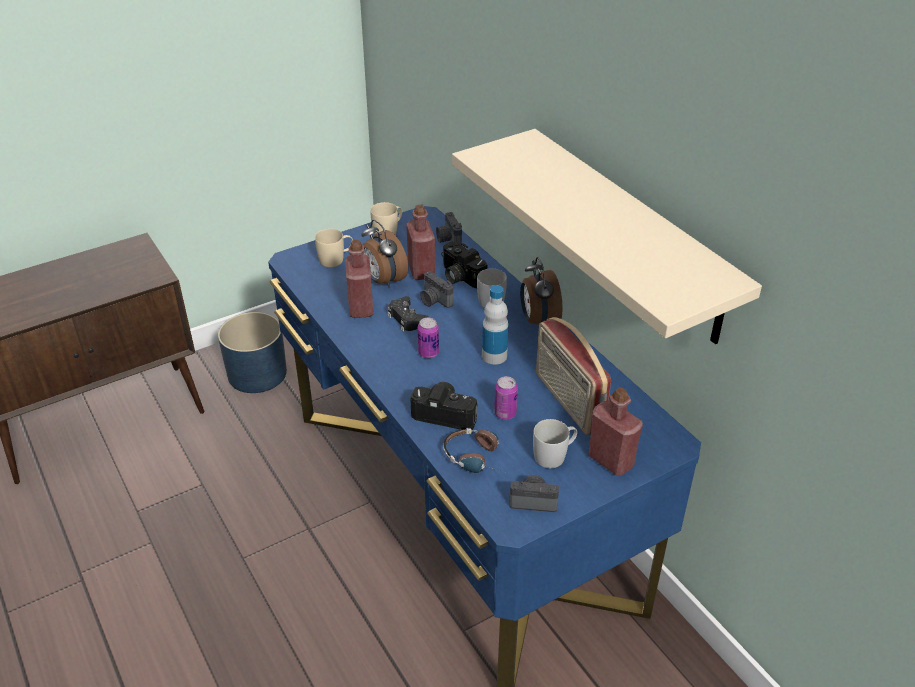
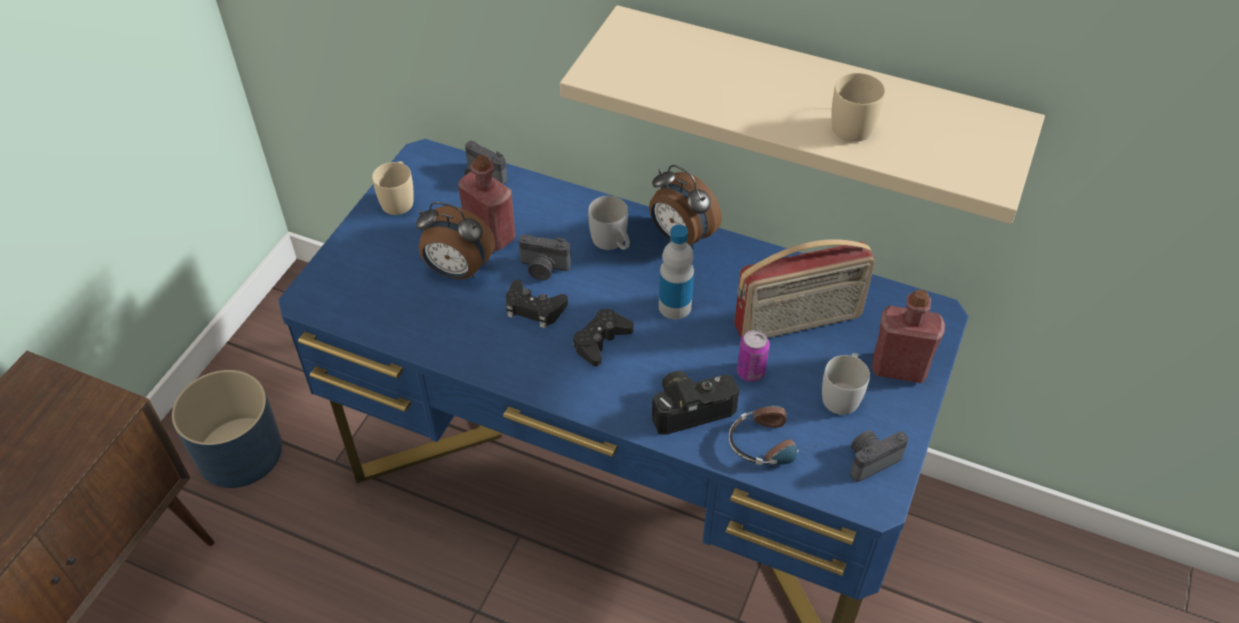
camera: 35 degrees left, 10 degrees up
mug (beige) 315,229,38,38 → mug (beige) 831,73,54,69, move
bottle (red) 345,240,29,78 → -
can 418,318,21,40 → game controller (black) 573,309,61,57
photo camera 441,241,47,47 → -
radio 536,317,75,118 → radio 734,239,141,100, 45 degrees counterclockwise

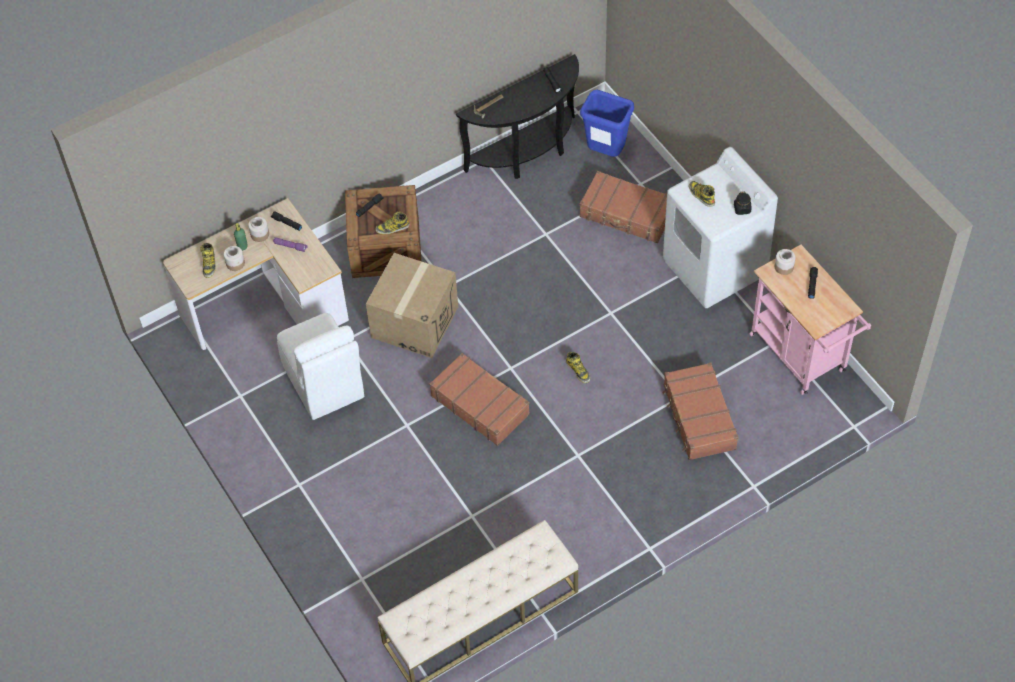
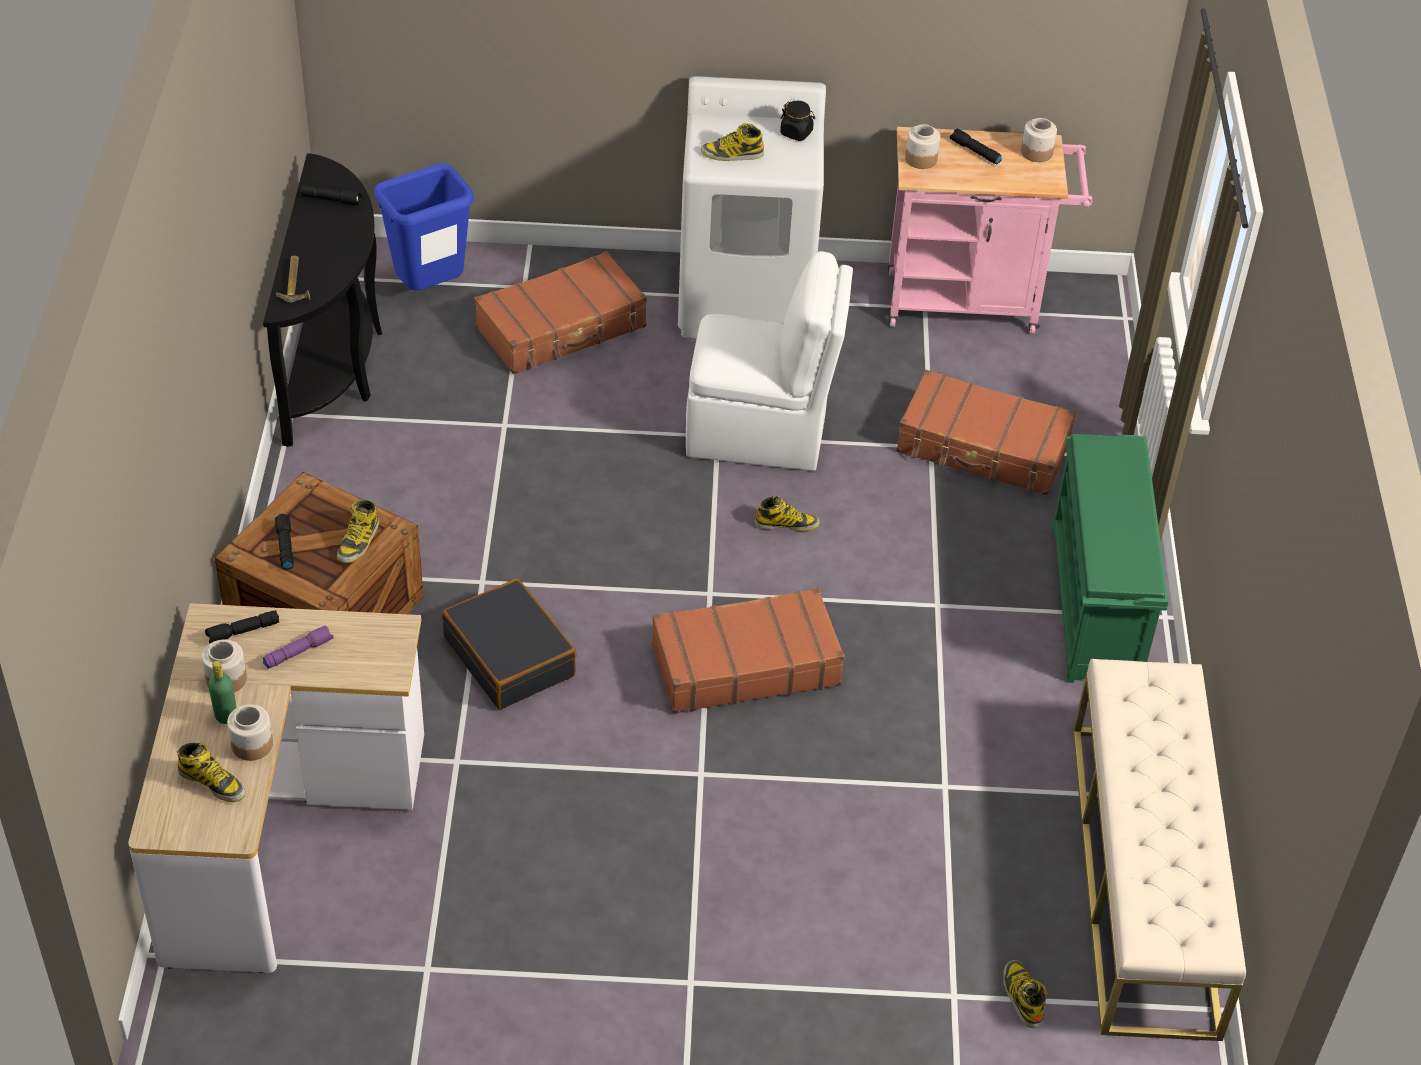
camera: 60 degrees left, 10 degrees down
chair (white) 277,313,87,107 → chair (white) 686,251,167,220, move
cardboard box 366,253,92,105 → suitcase (black) 442,578,135,132
- → boot 1003,960,45,68
- → jar 1021,118,36,44
- → shoe rack (green) 1052,434,116,249

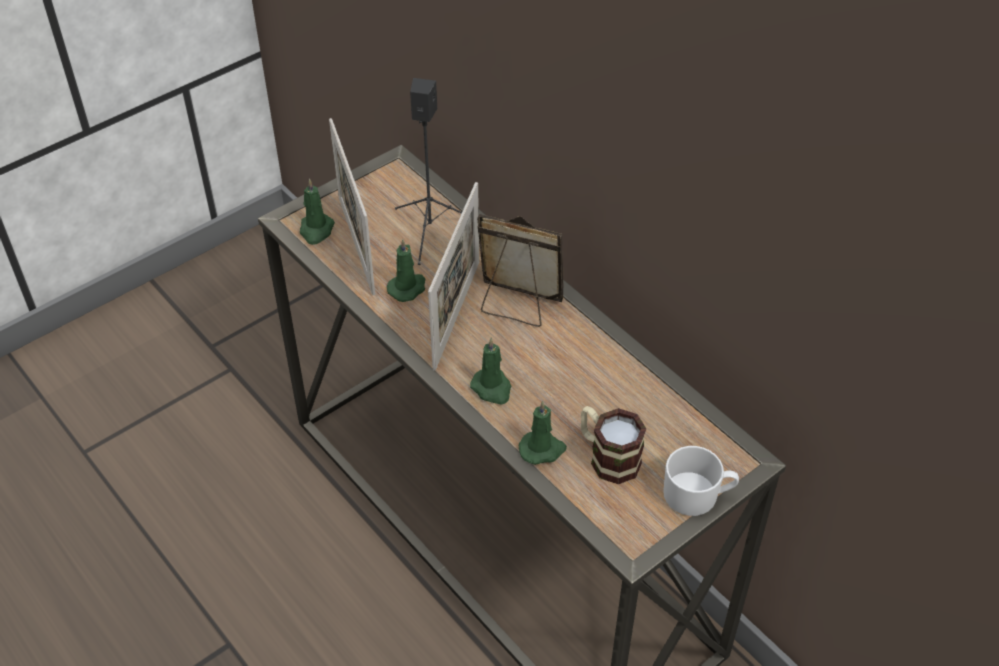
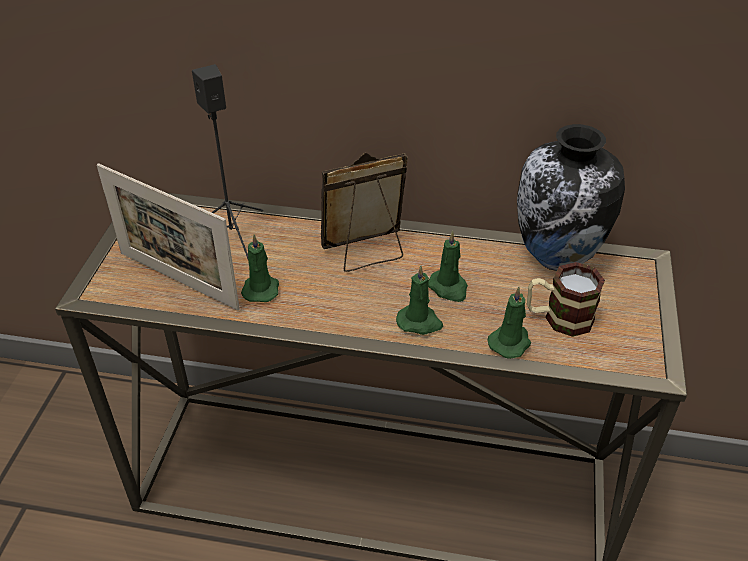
camera: 40 degrees left, 5 degrees down
candle (green) 300,178,35,67 → candle (green) 428,231,40,71, move
picture frame 428,182,51,189 → -
mug (white) 663,446,76,70 → -
- → vase 517,124,108,147

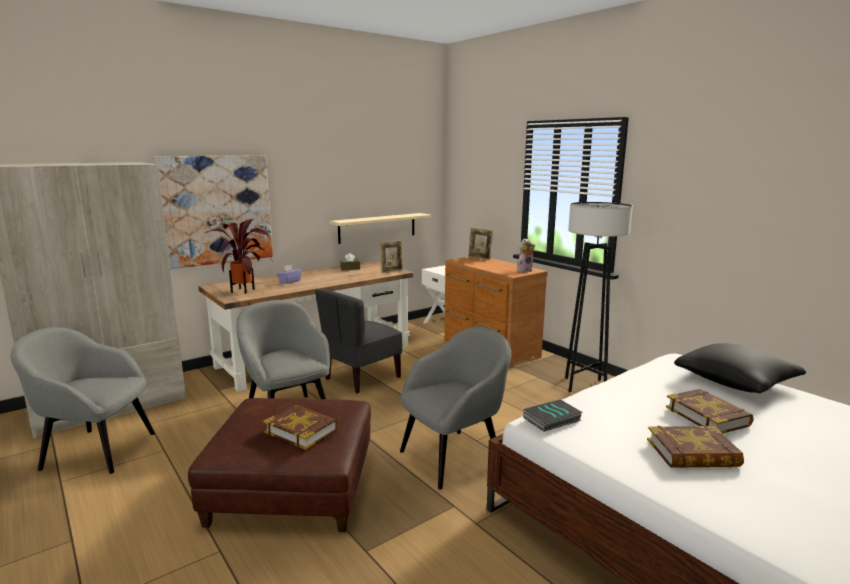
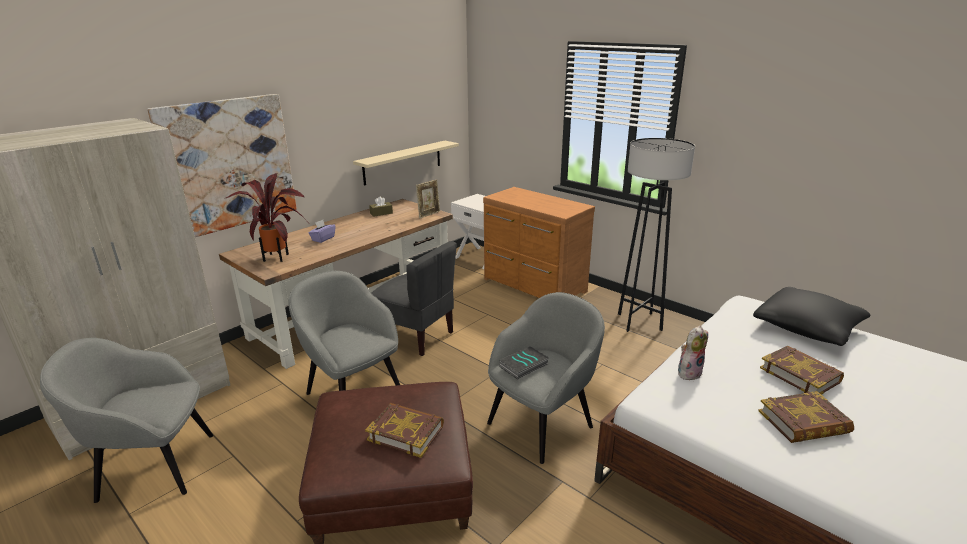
camera: 10 degrees left, 10 degrees up
chair (grey) 315,289,87,104 → chair (grey) 372,241,84,115, 90 degrees counterclockwise
picture frame 468,228,25,32 → -
plush toy 517,238,18,34 → plush toy 678,326,30,54, move
book 523,399,60,33 → book 499,346,50,34, move

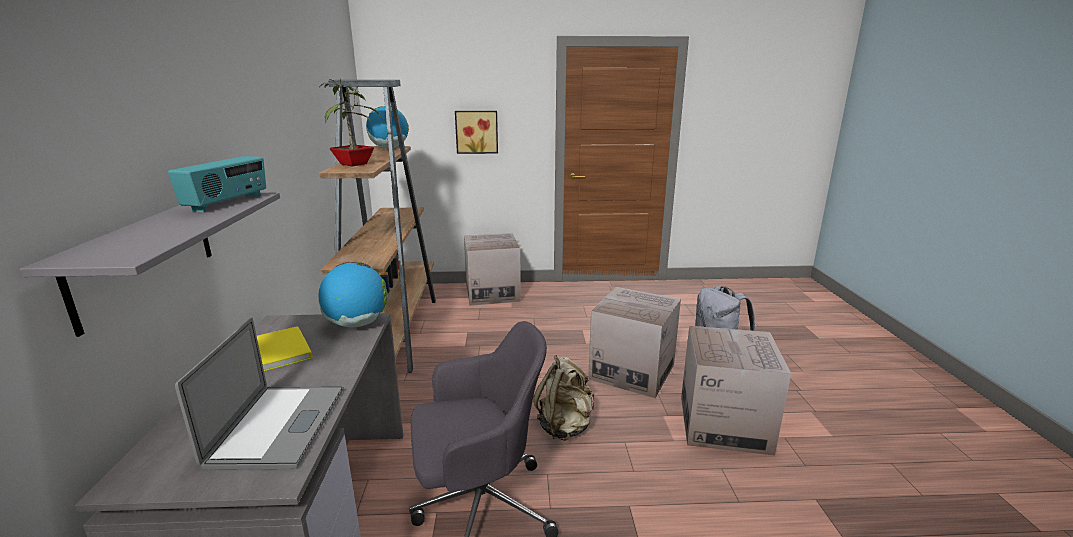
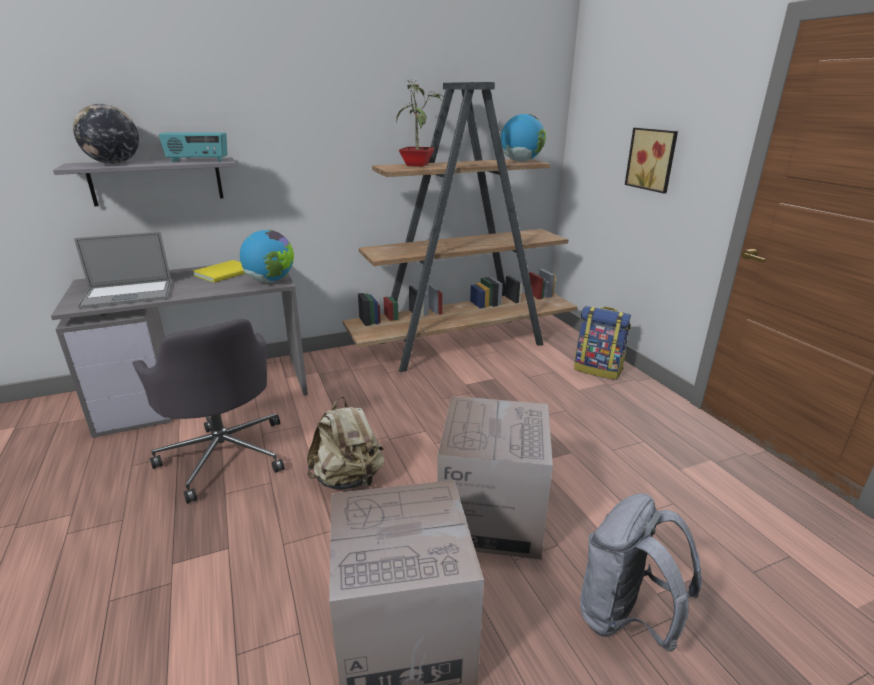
camera: 70 degrees right, 5 degrees up
cardboard box 464,233,57,73 → backpack 574,306,57,74
- → globe 73,104,66,60

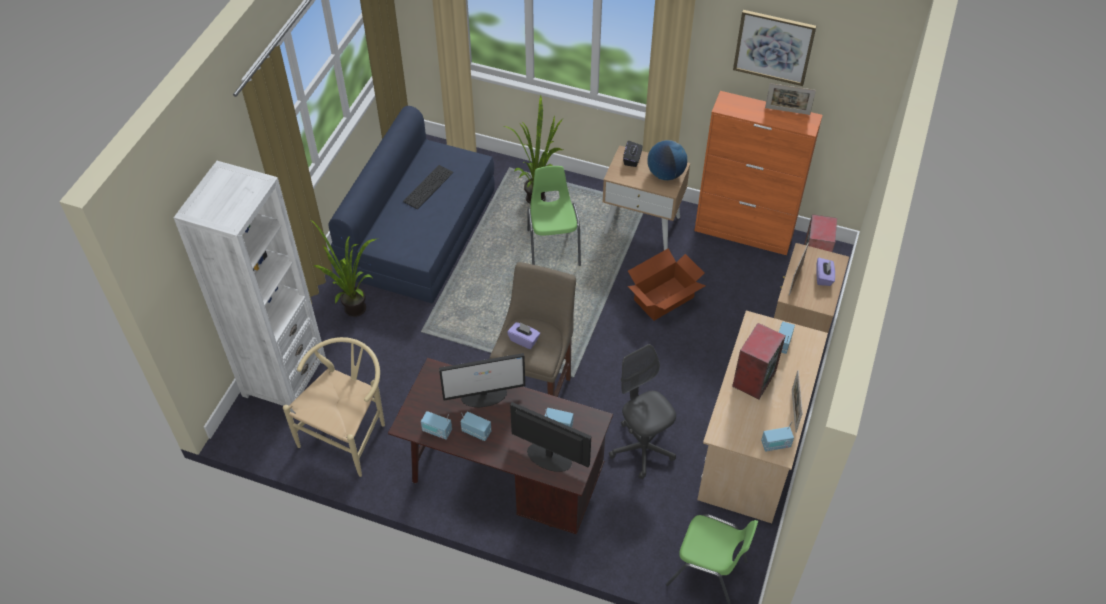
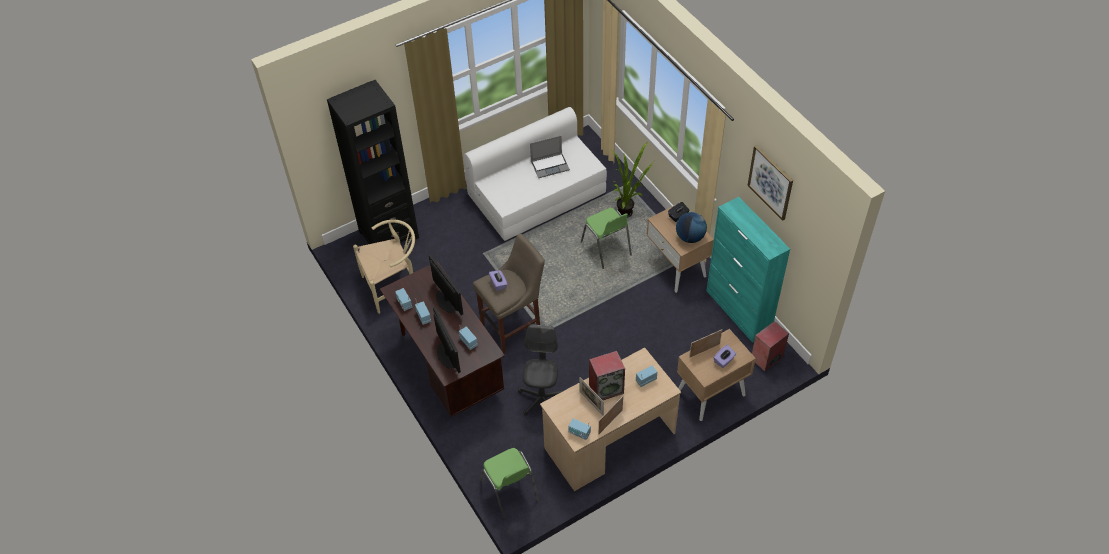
camera: 40 degrees right, 0 degrees up
bookcase (white) 174,161,152,252 → bookcase (black) 327,80,92,164
potted plant 309,219,67,98 → -
sofa (blue) 329,106,166,197 → sofa (white) 464,107,143,134
keyboard 403,165,50,44 → laptop 530,136,40,42
monitor 439,353,86,54 → monitor 429,255,34,60, 150 degrees counterclockwise
chair (green) 527,166,54,100 → chair (green) 581,208,51,61, 120 degrees clockwise
cardboard box 628,249,78,72 → -
cabinet (orange) 694,91,129,164 → cabinet (turquoise) 707,197,83,146
picture frame 765,83,51,32 → picture frame 579,377,25,38, move

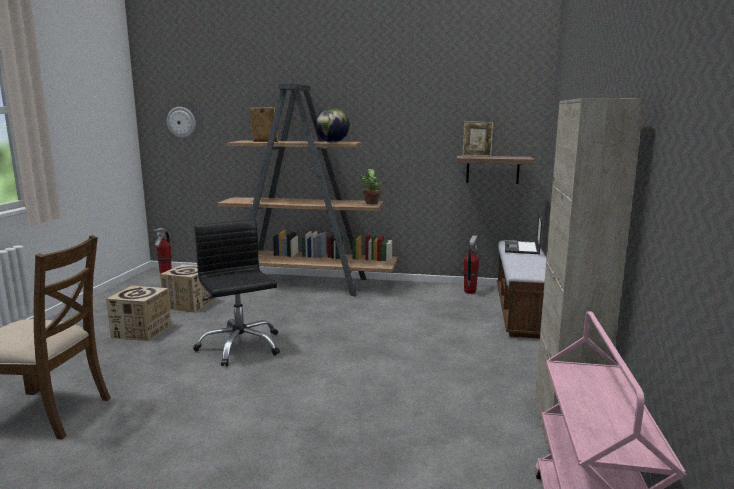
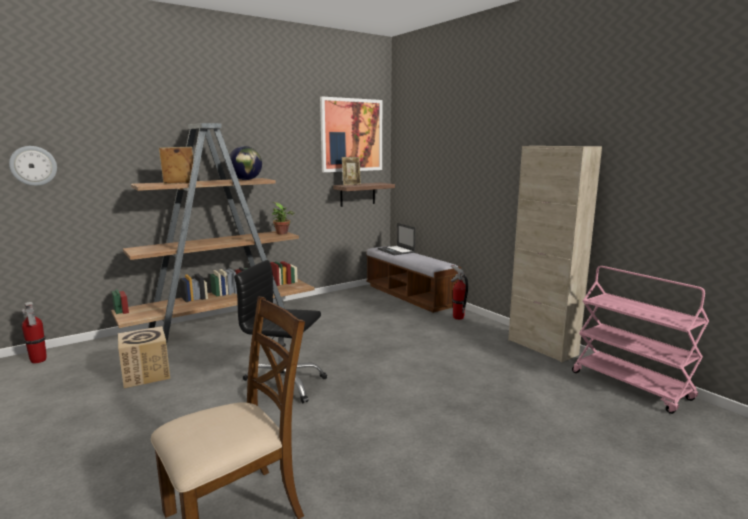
camera: 45 degrees left, 0 degrees up
cardboard box 106,286,65,55 → -
fire extinguisher 463,235,16,59 → fire extinguisher 451,265,17,55, move
- → picture 320,97,62,75

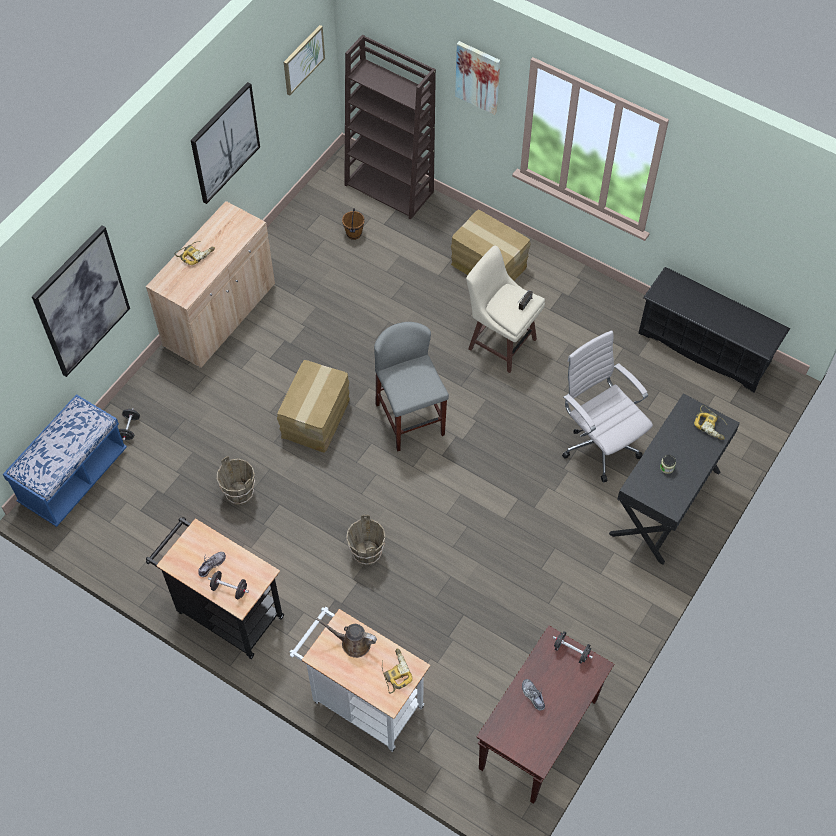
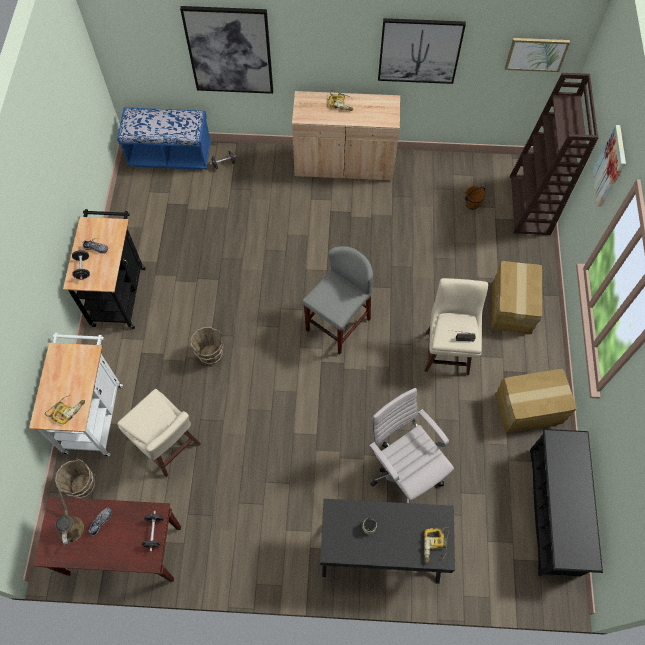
camera: 60 degrees right, 5 degrees up
bucket (brown) 217,456,38,49 → bucket (brown) 55,458,40,40, move
cardboard box 277,360,73,93 → cardboard box 495,369,81,64, move
watering can (brown) 315,618,62,40 → watering can (brown) 55,486,29,59, move
office chair (white) 562,330,91,152 → office chair (white) 369,388,85,115, 60 degrees counterclockwise
- → stool (beige) 117,389,84,88

